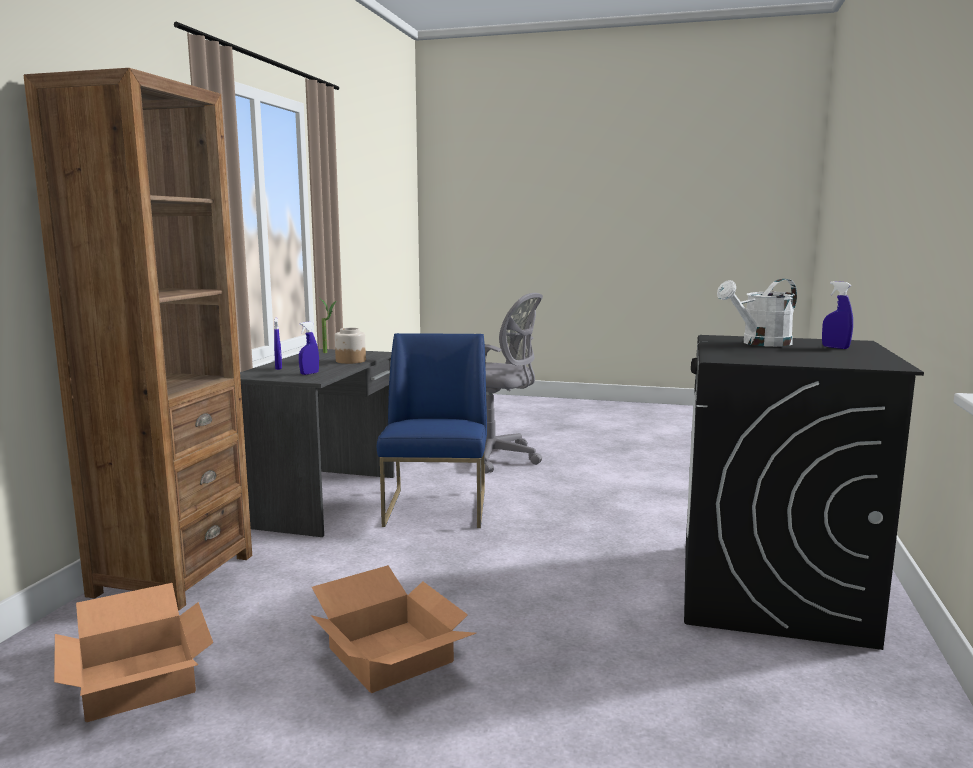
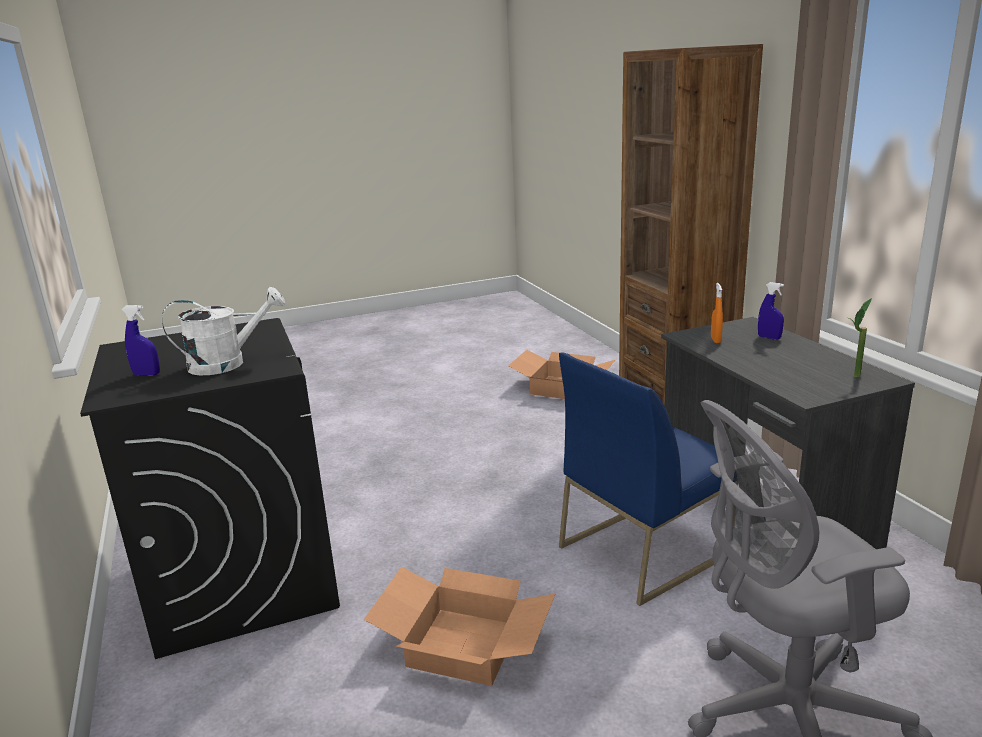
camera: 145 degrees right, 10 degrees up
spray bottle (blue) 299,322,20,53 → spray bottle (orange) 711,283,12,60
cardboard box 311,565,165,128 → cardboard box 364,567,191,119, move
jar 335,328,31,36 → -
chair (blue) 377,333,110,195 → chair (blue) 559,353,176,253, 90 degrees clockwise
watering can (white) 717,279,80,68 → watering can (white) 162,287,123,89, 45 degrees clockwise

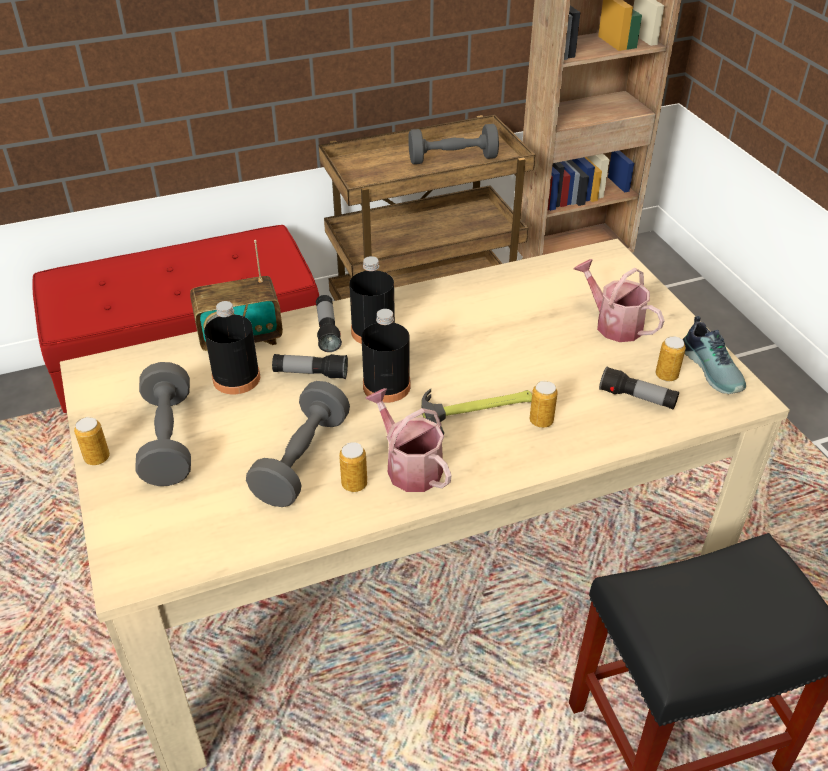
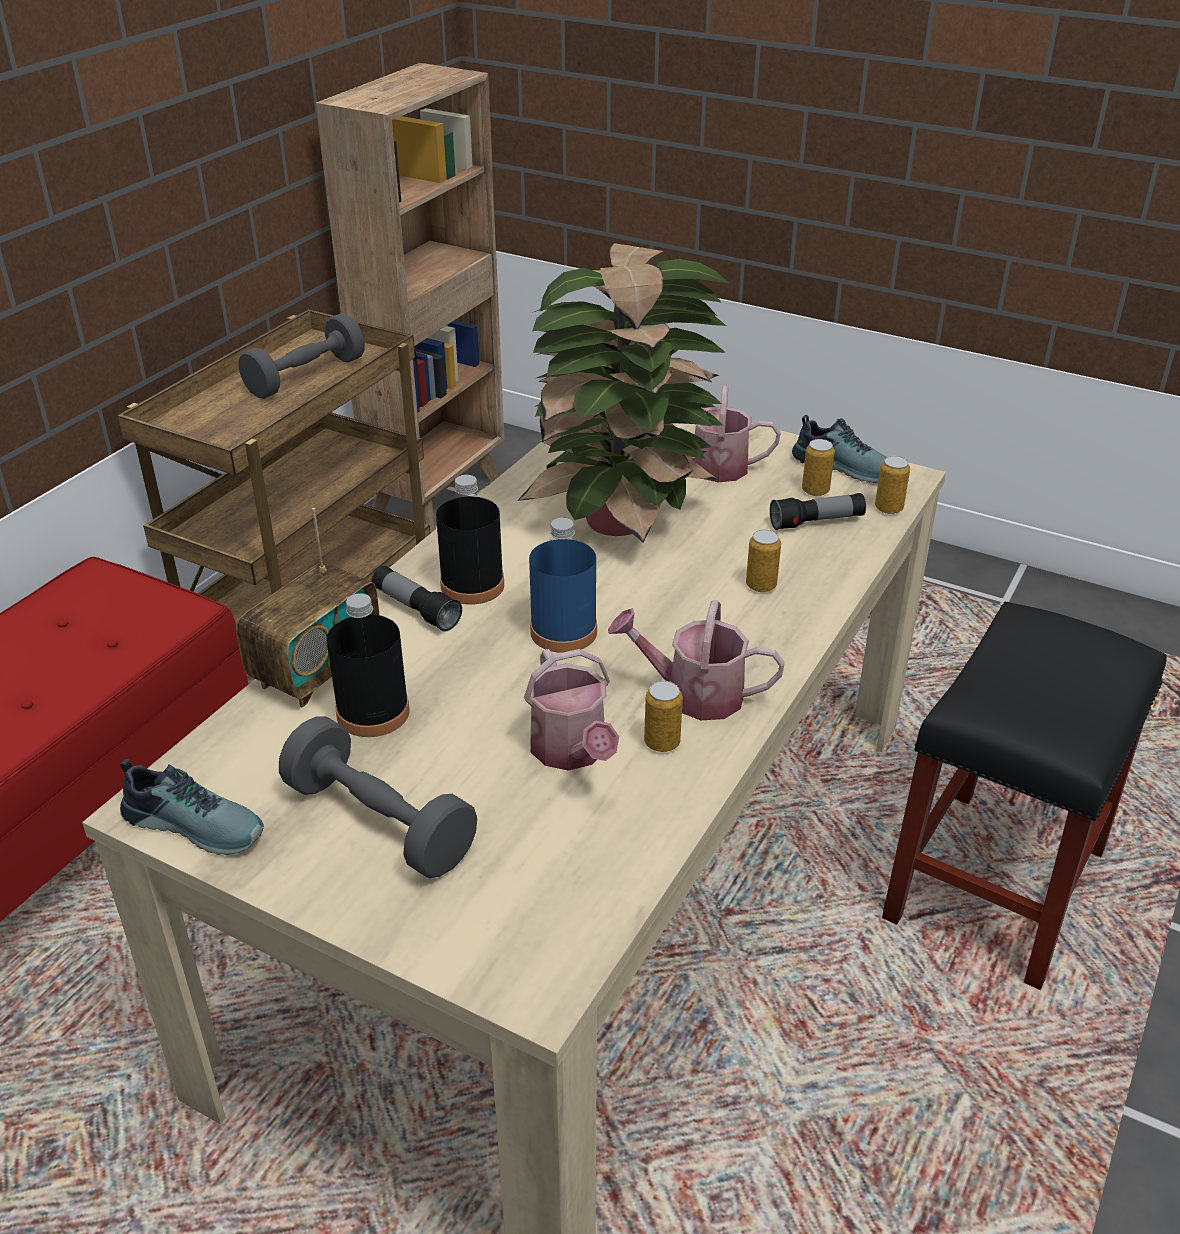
camera: 40 degrees left, 5 degrees down
can 74,417,36,48 → can 875,456,35,58, move
dumbbell (grey) 246,381,104,126 → watering can 524,649,95,122
flashlight 272,354,76,25 → -
bottle (black) 362,309,48,94 → bottle (blue) 529,518,68,135
hammer 422,389,110,46 → -
- → shoe 120,759,144,96
- → potted plant 517,243,211,299

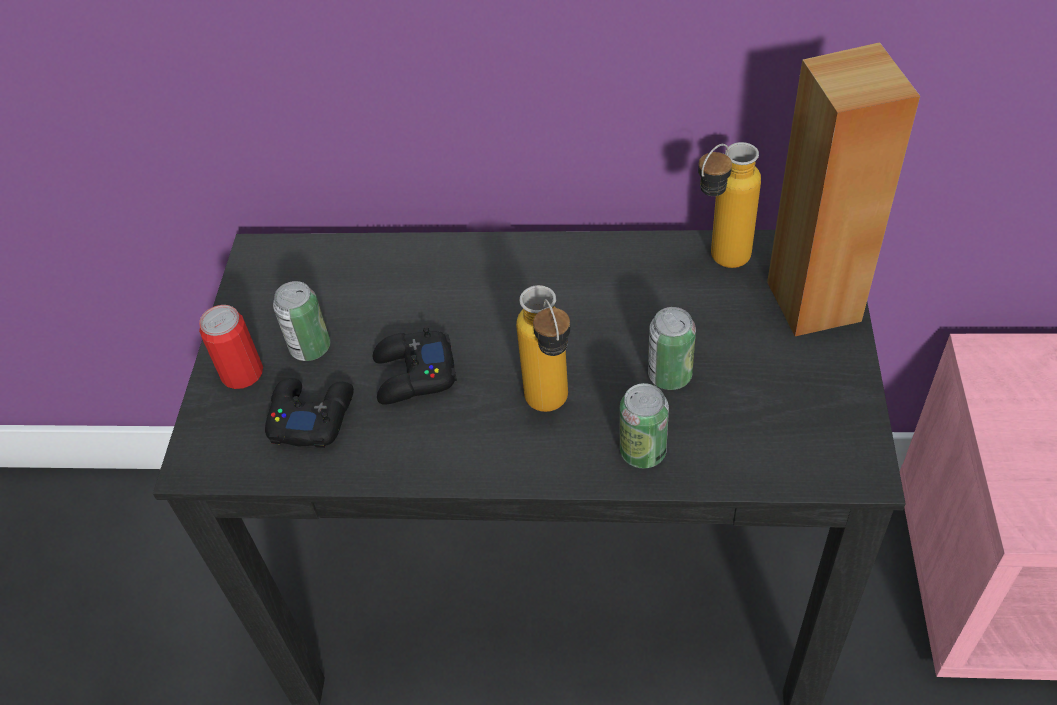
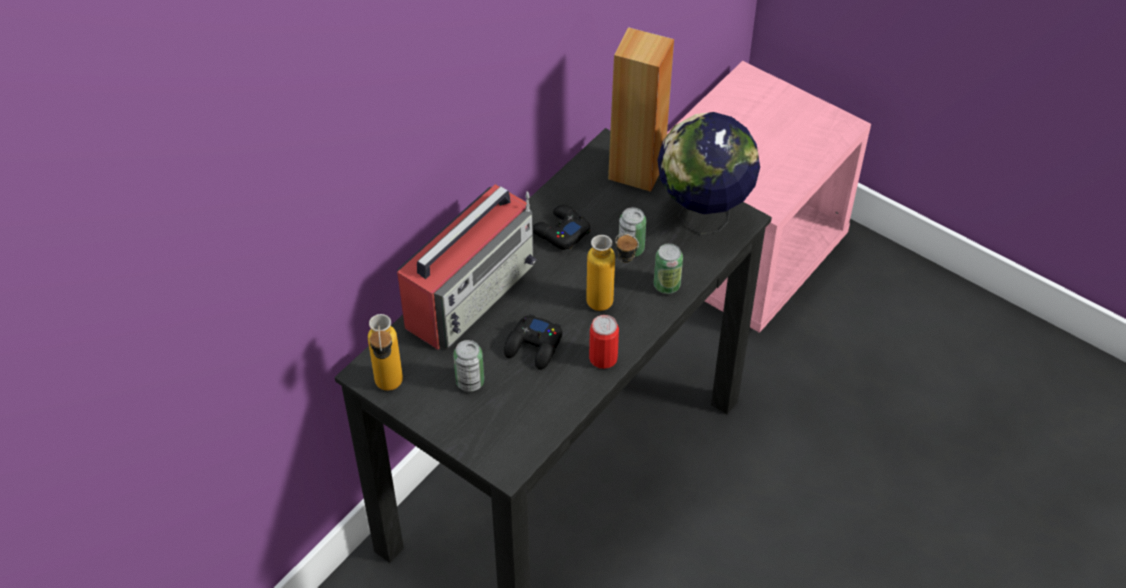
camera: 60 degrees left, 0 degrees up
can 199,305,64,84 → can 589,315,30,54, move
game controller (black) 265,378,89,70 → game controller (black) 533,205,57,45, move
bottle 698,142,63,126 → bottle 368,314,35,77, move
- → radio 397,184,139,166
- → globe 658,112,102,123

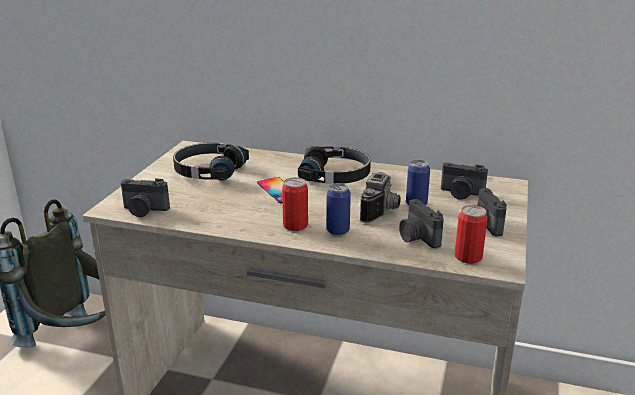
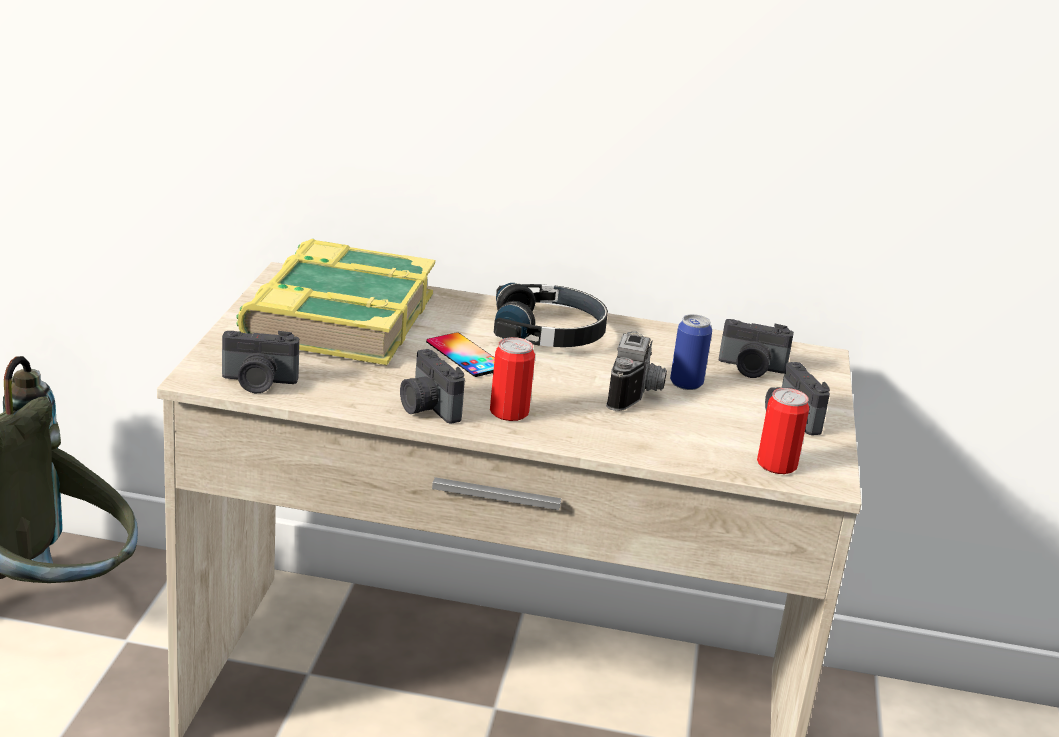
camera: 10 degrees left, 0 degrees up
headphones (black) 173,143,76,38 → book 236,239,200,126
can 326,183,25,53 → -
photo camera 399,199,45,49 → photo camera 400,349,65,75, move

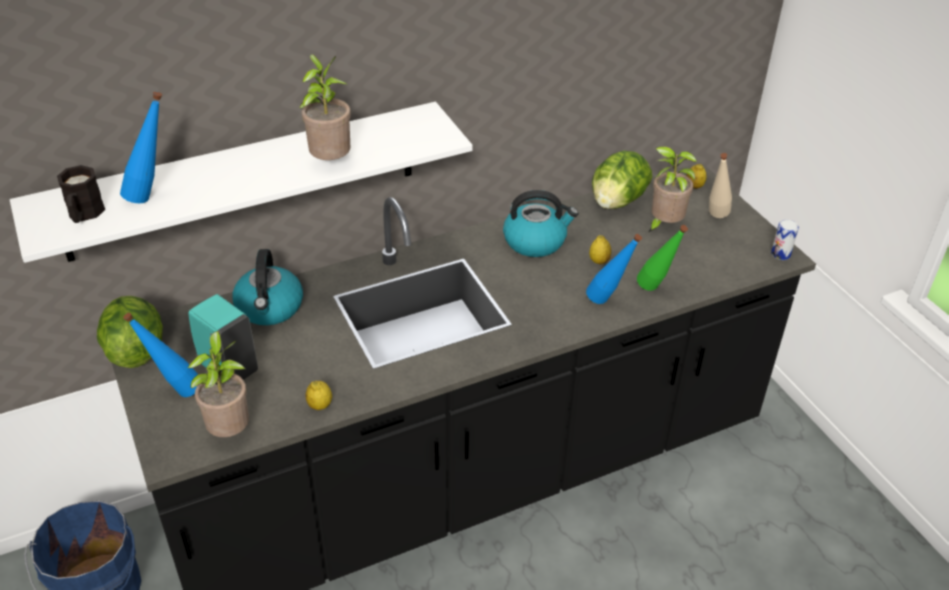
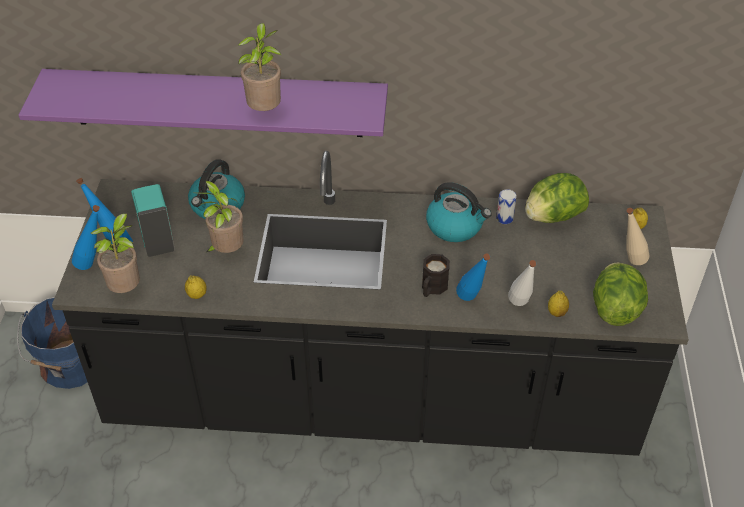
camera: 30 degrees right, 5 degrees up
shelf (white) 10,102,463,161 → shelf (purple) 19,69,369,68
mug (black) 57,165,48,58 → mug (black) 422,254,28,43, move
lettuce 97,296,66,72 → lettuce 593,262,55,64, move
bottle (blue) 120,91,42,112 → bottle (blue) 72,205,28,65, move
lemon 589,235,22,29 → lemon 548,291,21,26, move
bottle (green) 637,225,51,66 → bottle (white) 508,260,29,46
potted plant 648,146,49,86 → potted plant 196,181,48,72, move
can 771,220,28,40 → can 496,189,21,35, move

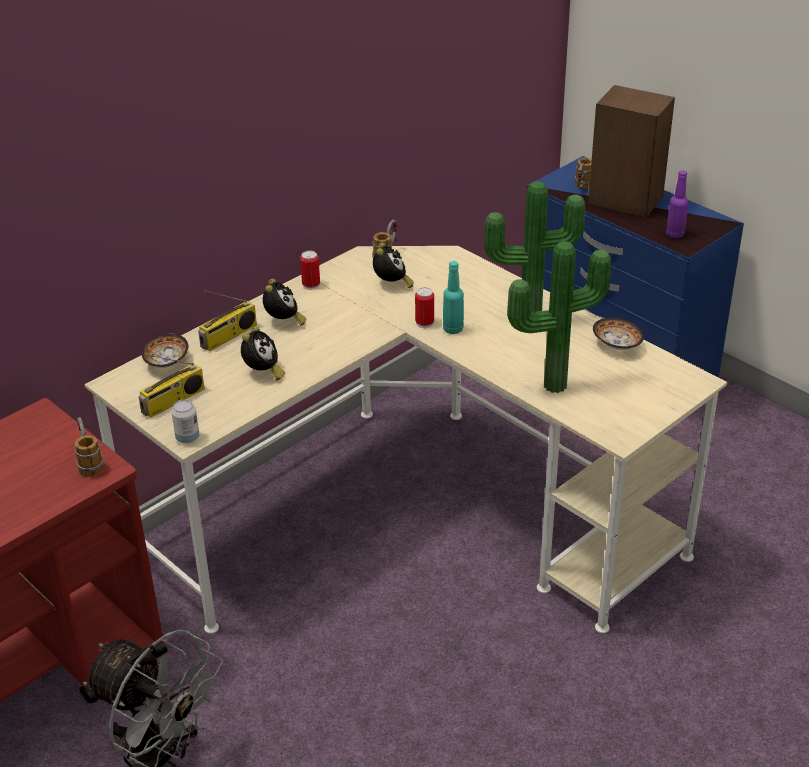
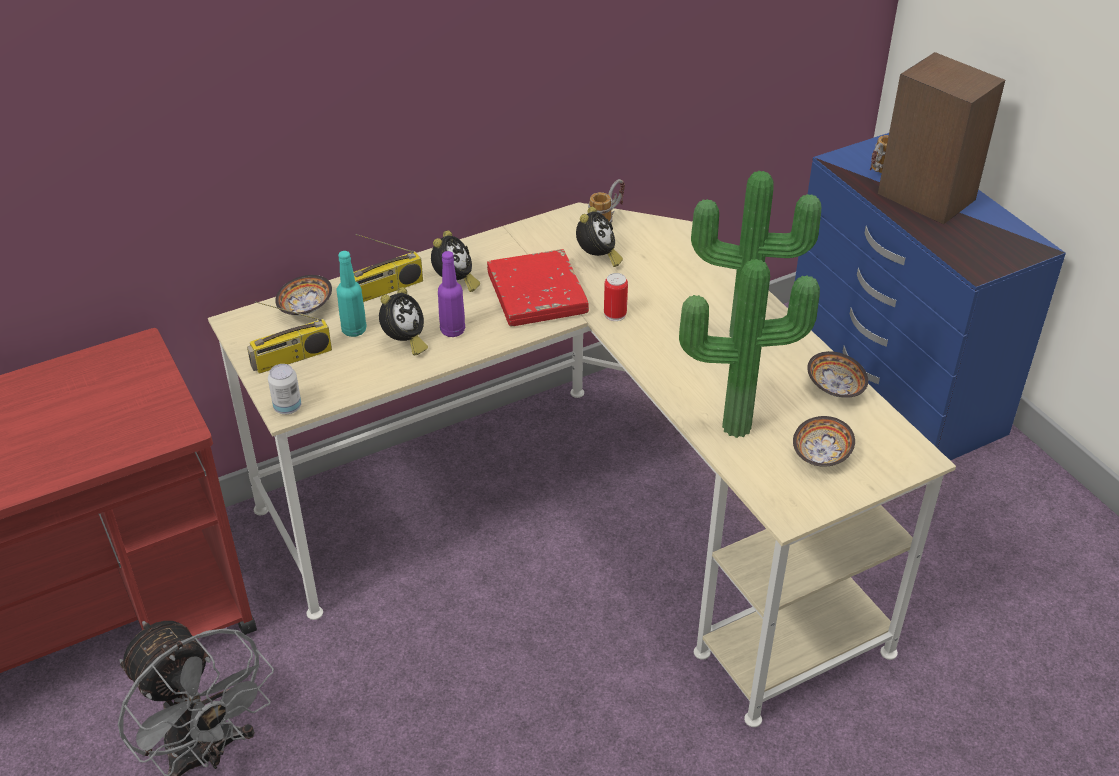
camera: 15 degrees right, 5 degrees up
mug 75,417,29,60 → -
can 300,251,20,39 → -
bottle (turquoise) 443,261,21,73 → bottle (turquoise) 336,251,31,86, move
bottle (purple) 666,170,23,68 → bottle (purple) 438,251,27,86, move
- → book (red) 487,249,102,77
- → bowl 793,416,62,51

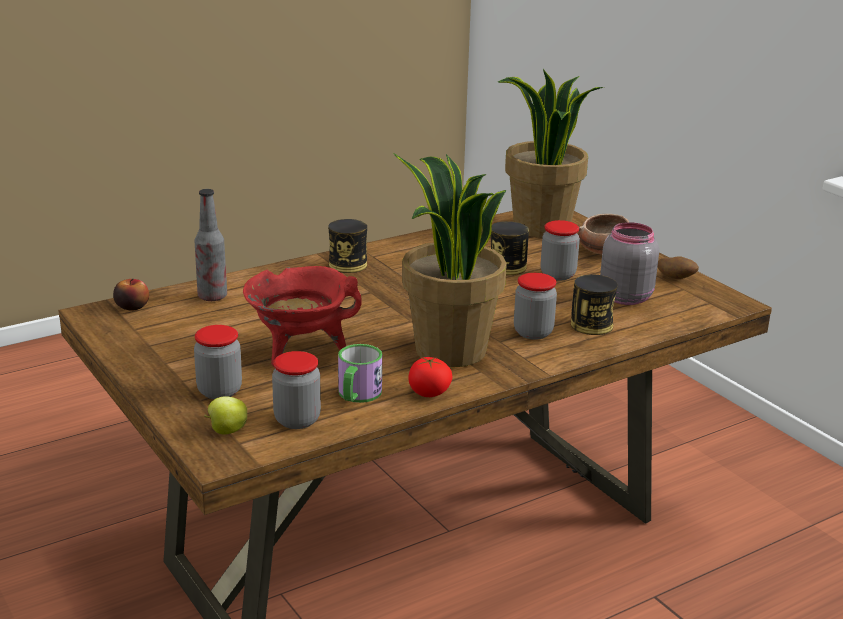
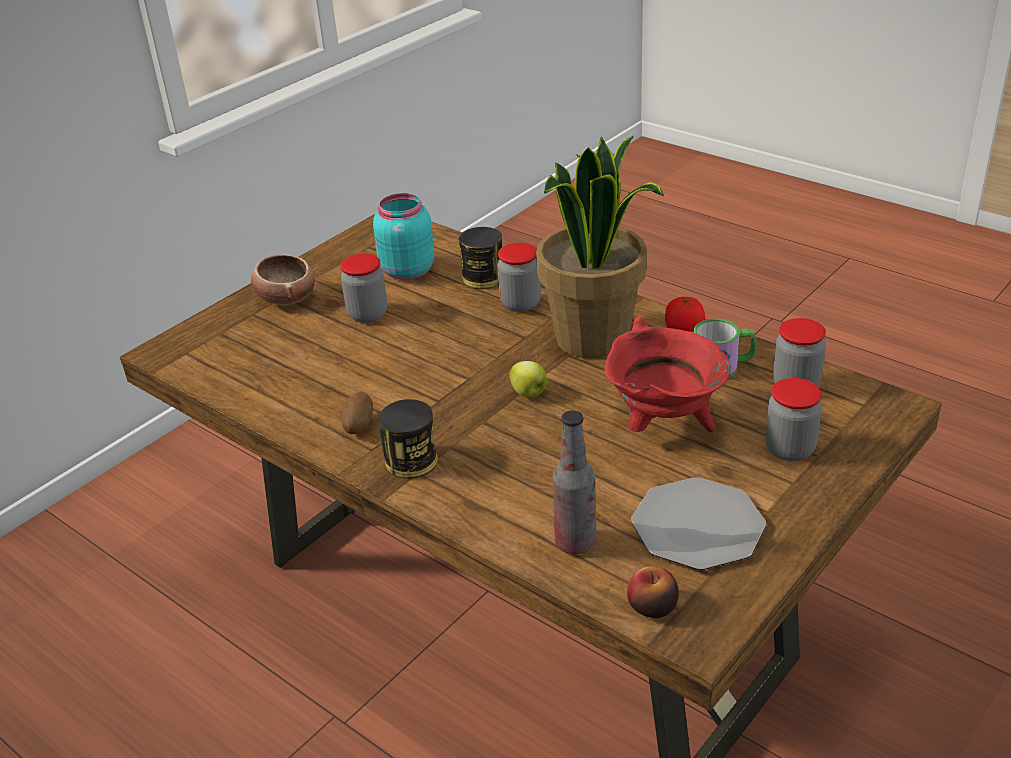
camera: 105 degrees left, 10 degrees up
apple 204,396,43,38 → apple 510,361,37,37, move
can 491,221,38,54 → -
potted plant 498,69,105,169 → -
jar (grey) 600,222,59,83 → jar (turquoise) 373,193,61,87
potato 658,256,41,23 → potato 341,392,32,42, move
- → plate 631,477,135,93

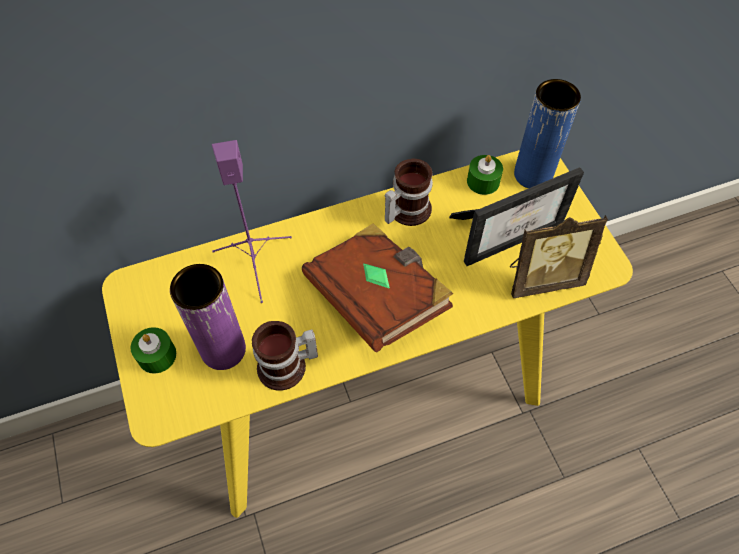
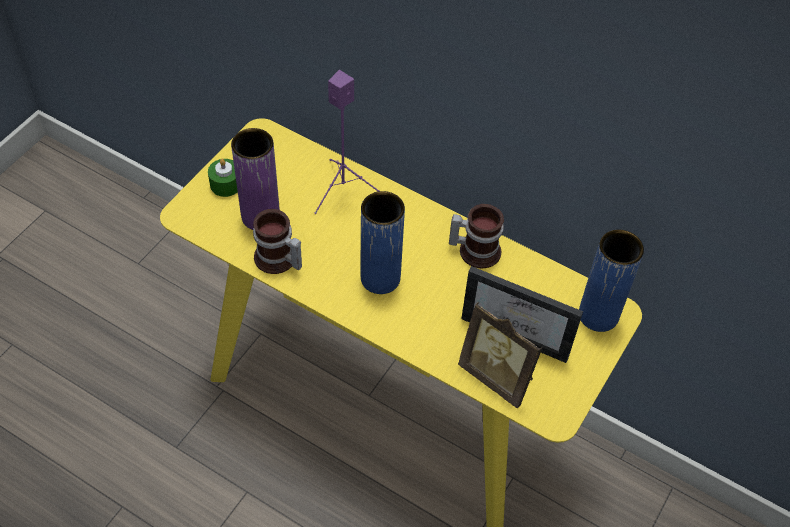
camera: 50 degrees right, 5 degrees down
book (brown) 302,224,151,128 → vase (blue) 360,191,45,103
candle (green) 467,155,36,40 → -

